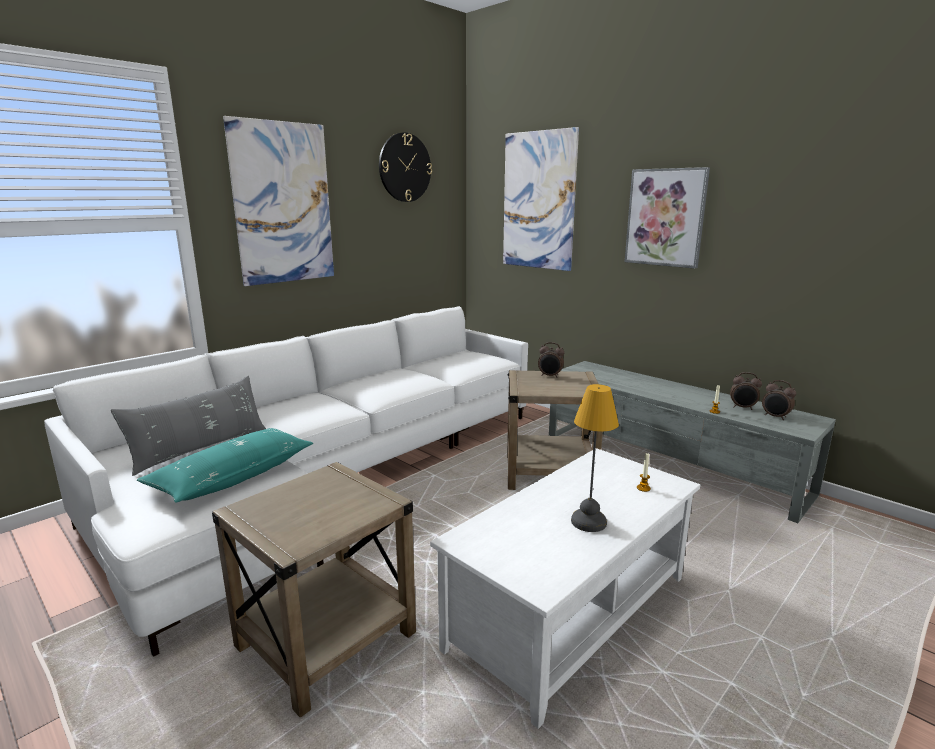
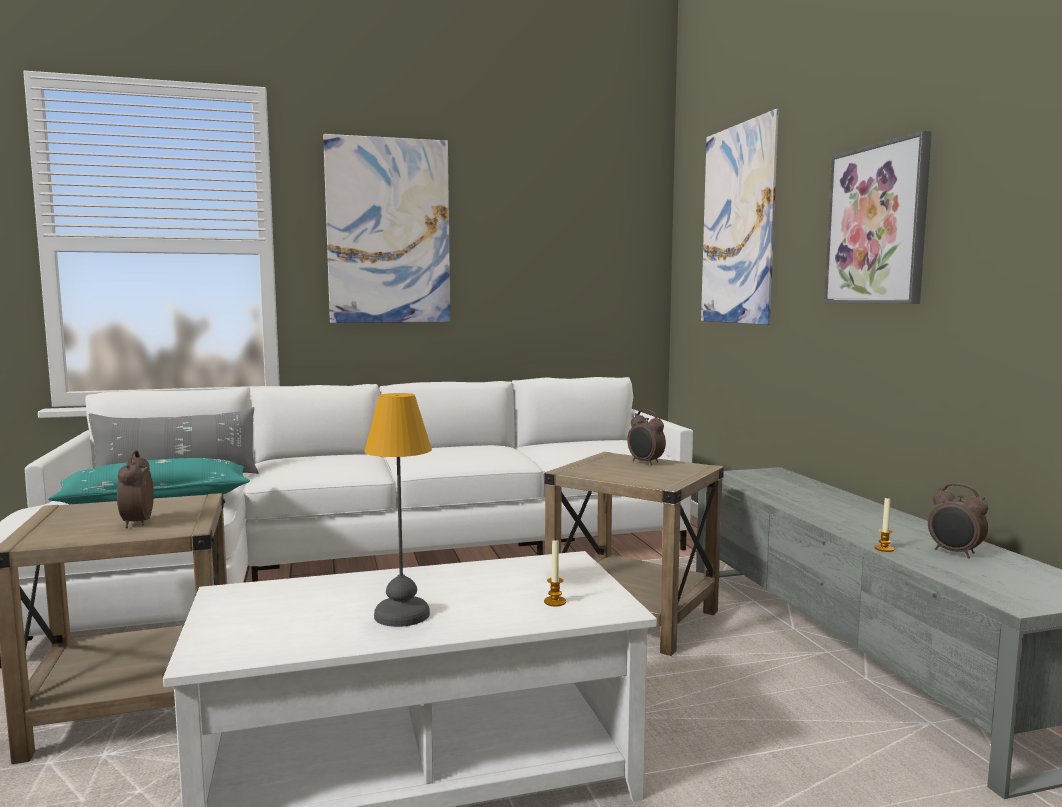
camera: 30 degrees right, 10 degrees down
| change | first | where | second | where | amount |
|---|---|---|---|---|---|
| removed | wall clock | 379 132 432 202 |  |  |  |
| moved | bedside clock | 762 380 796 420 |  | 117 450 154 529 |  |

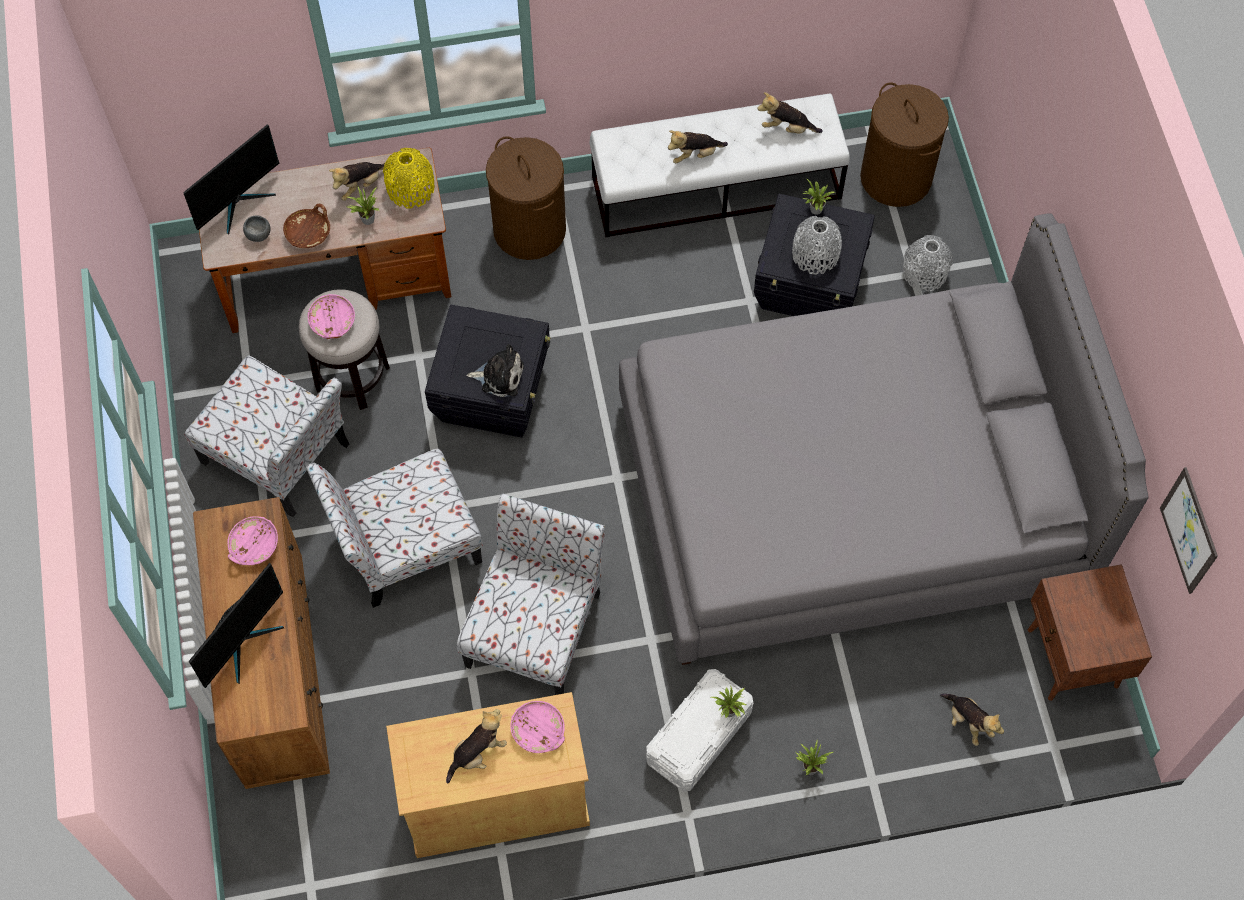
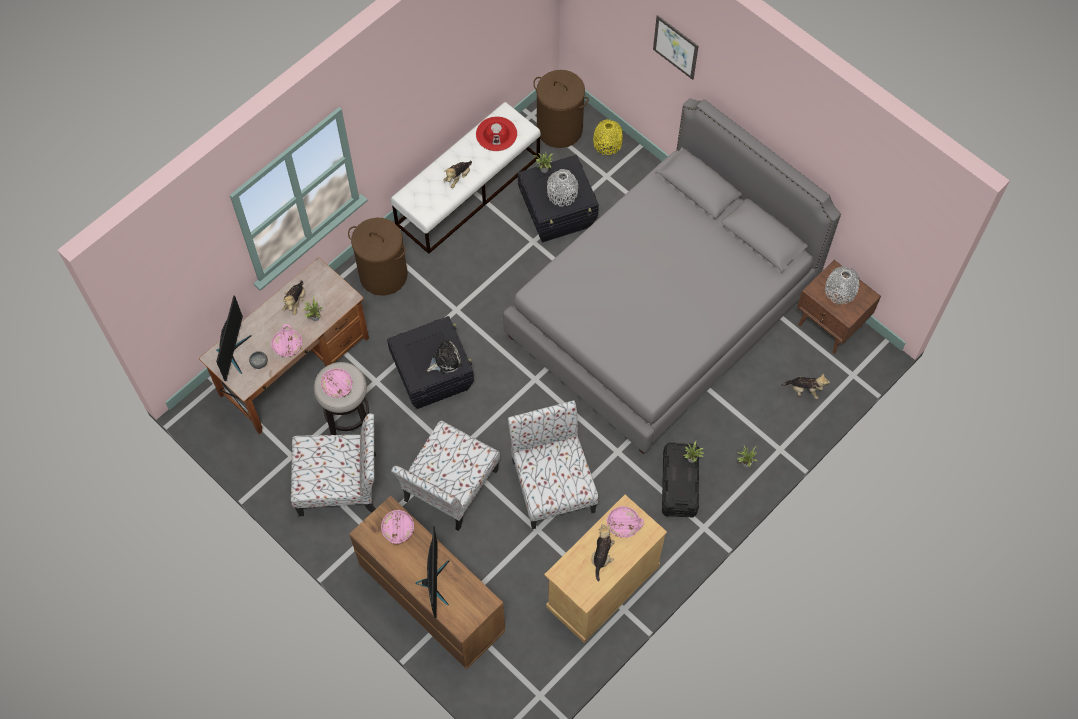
camera: 35 degrees left, 0 degrees up
| change | first | where | second | where | amount |
|---|---|---|---|---|---|
| moved | yellow vase | 383 148 435 208 |  | 593 119 623 155 |  |
| moved | grey vase | 903 235 953 291 |  | 825 266 860 305 |  |
| moved | wall art | 1160 467 1218 594 |  | 653 15 699 80 |  |
| replaced | cuddly toy | 757 92 823 134 | red wearable hat | 476 116 517 151 |  |
| recoloured | brown deep dish | 283 204 330 248 | pinkish deep dish | 271 324 302 357 |  |
| recoloured | white storage box | 646 669 753 792 | blackish storage box | 662 442 700 517 |  |

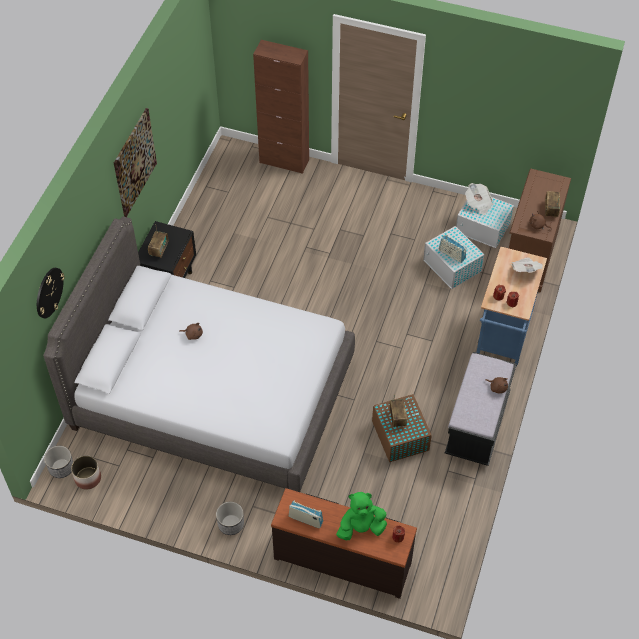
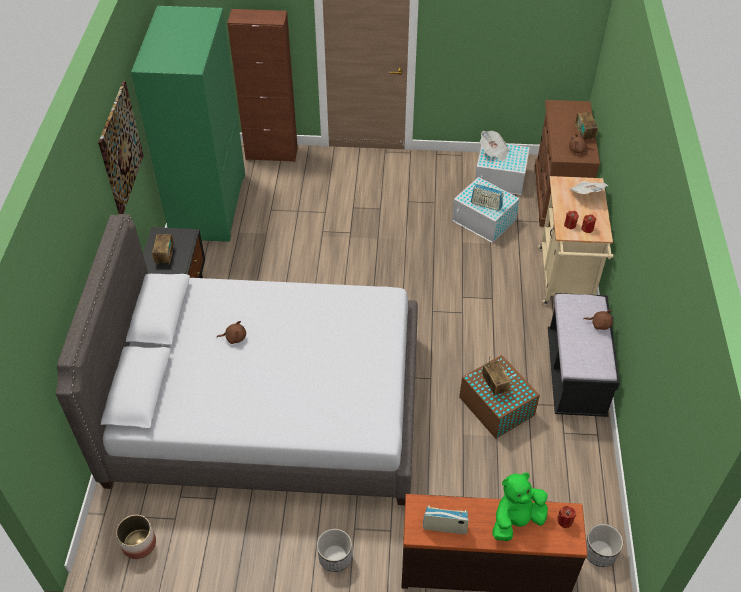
camera: 15 degrees left, 5 degrees down
| change | first | where | second | where | amount |
|---|---|---|---|---|---|
| removed | wall clock | 37 268 65 318 |  |  |  |
| added |  |  | green-coloured armoire | 131 6 245 242 |  |
| moved | planter | 44 446 73 478 |  | 586 524 623 567 |  |
| recoloured | blue-coloured trolley | 475 247 547 367 | beige trolley | 538 176 613 305 |  |

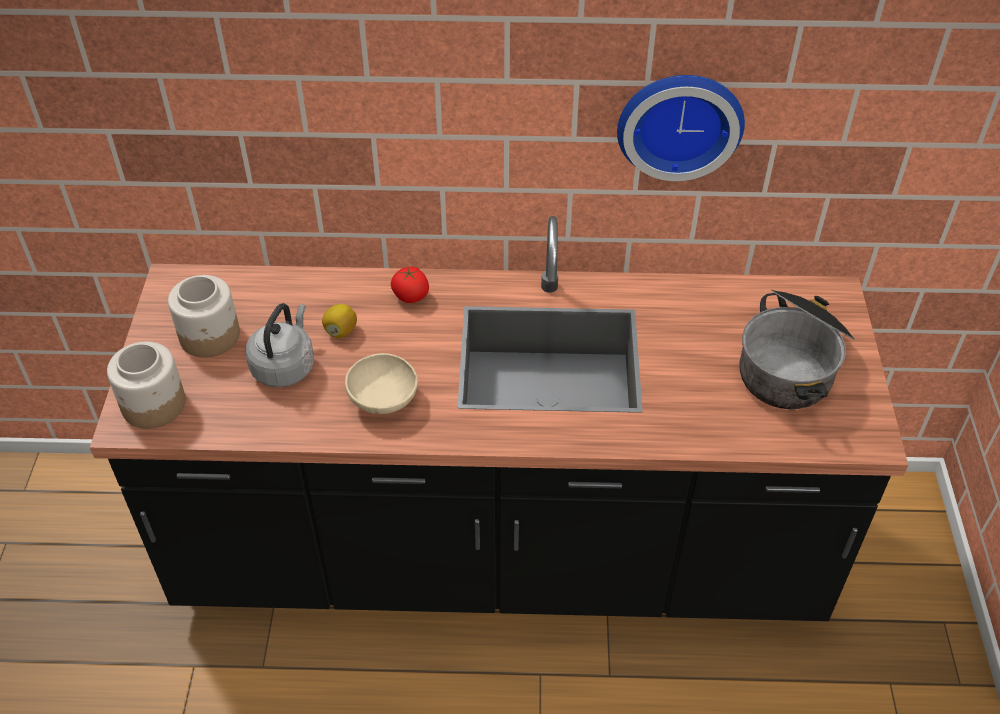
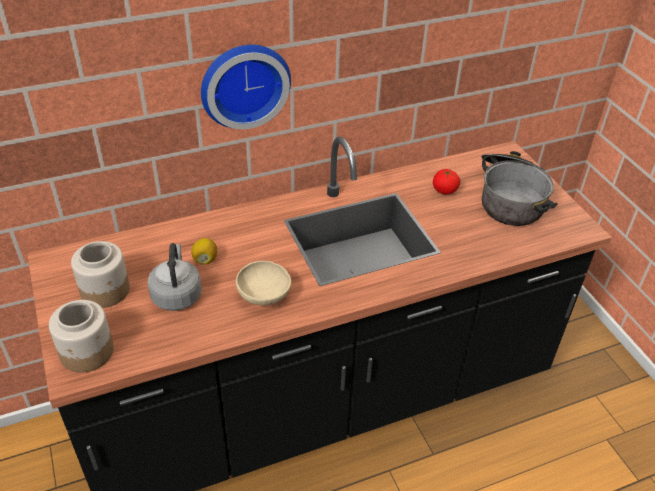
camera: 25 degrees left, 5 degrees down
| change | first | where | second | where | amount |
|---|---|---|---|---|---|
| moved | fresh tomato | 391 266 429 303 |  | 433 169 460 194 |  |
| moved | wall clock | 617 75 745 181 |  | 201 45 291 129 |  |

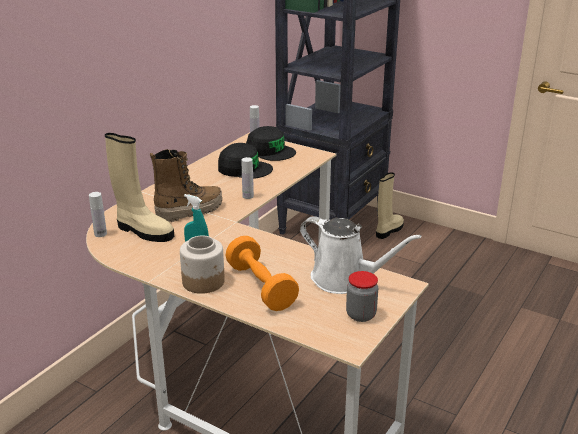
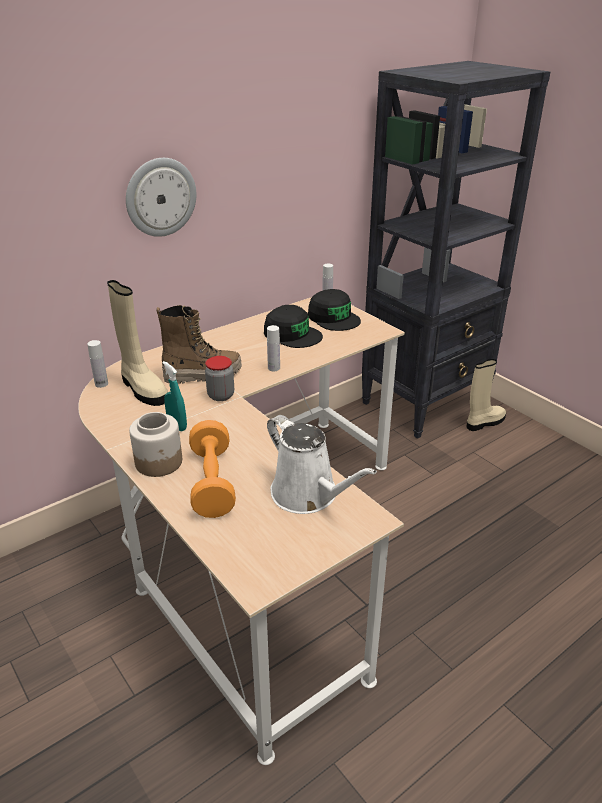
camera: 20 degrees right, 5 degrees up
| change | first | where | second | where | amount |
|---|---|---|---|---|---|
| added |  |  | wall clock | 126 158 196 237 |  |
| moved | preserve jar | 346 271 378 322 |  | 205 356 234 401 |  |

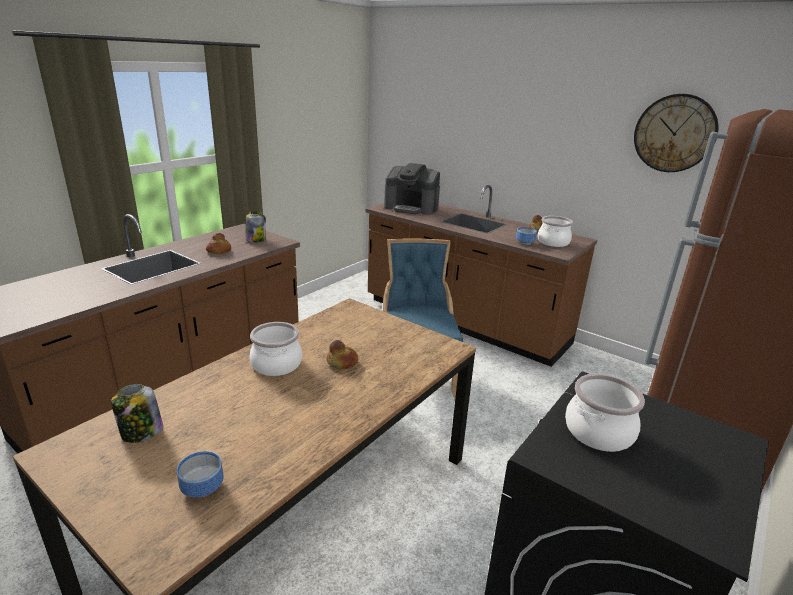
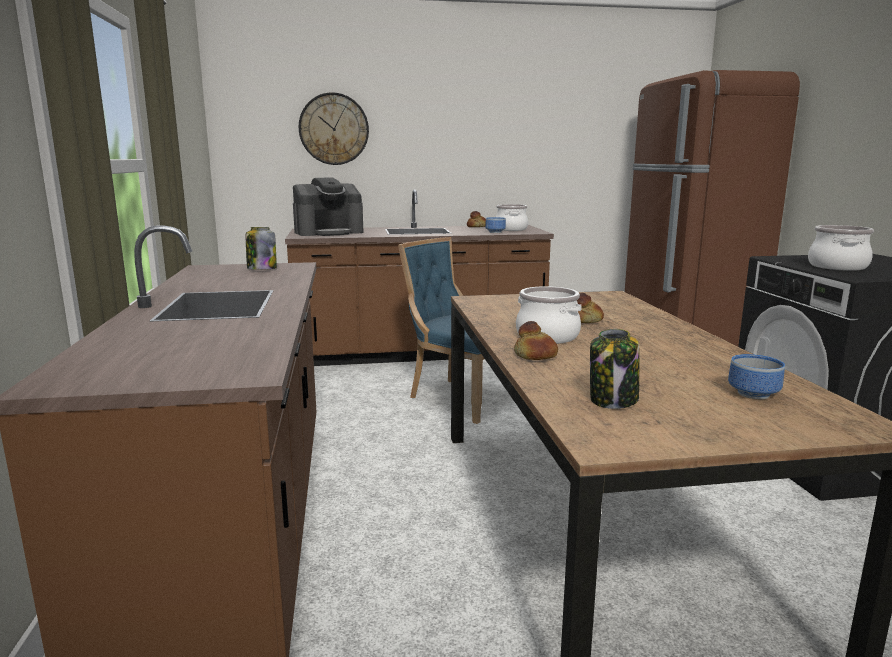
camera: 45 degrees left, 10 degrees down
| change | first | where | second | where | amount |
|---|---|---|---|---|---|
| moved | baked bread | 206 233 231 254 |  | 514 321 558 360 |  |
| moved | wall clock | 634 94 718 172 |  | 299 92 369 165 |  |

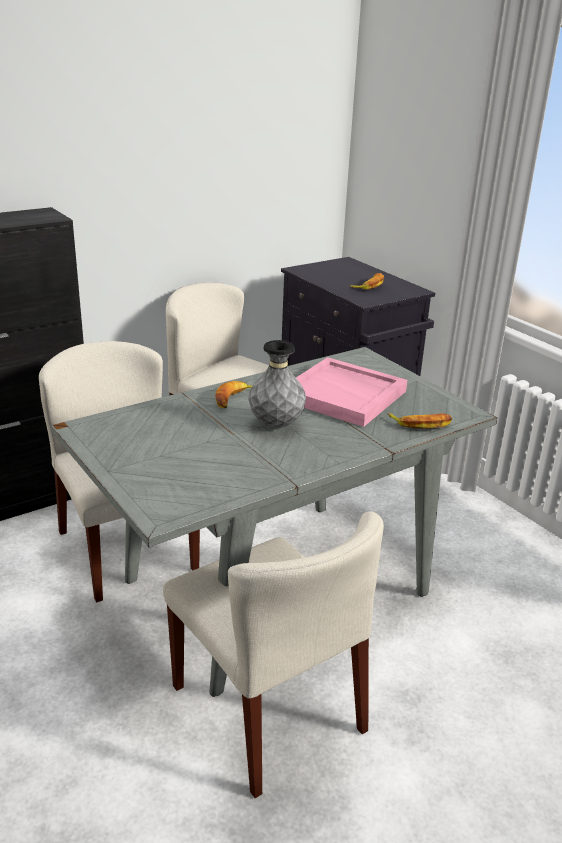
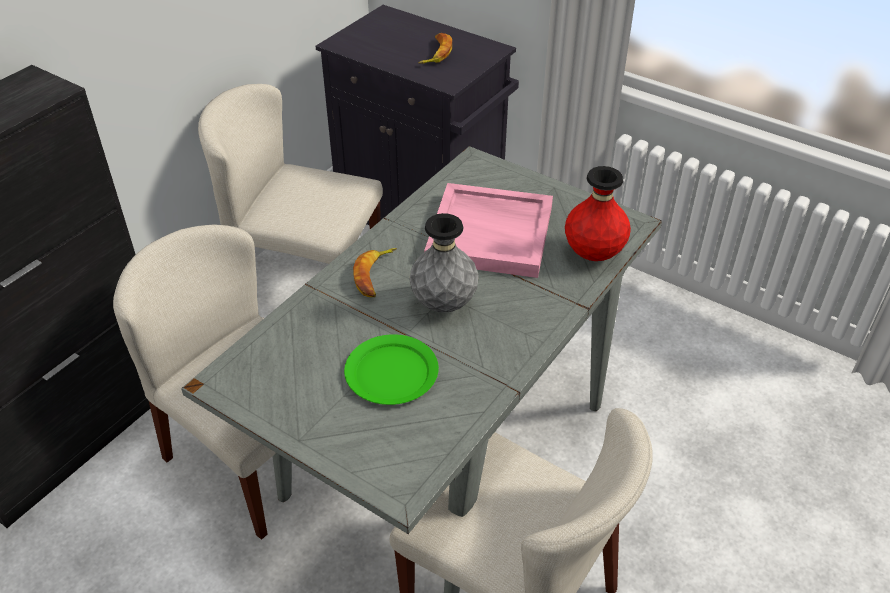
camera: 20 degrees left, 15 degrees up
| change | first | where | second | where | amount |
|---|---|---|---|---|---|
| added |  |  | green-coloured flat dish | 344 334 439 405 |  |
| replaced | banana fruit | 387 413 452 429 | red vase | 565 166 631 261 |  |

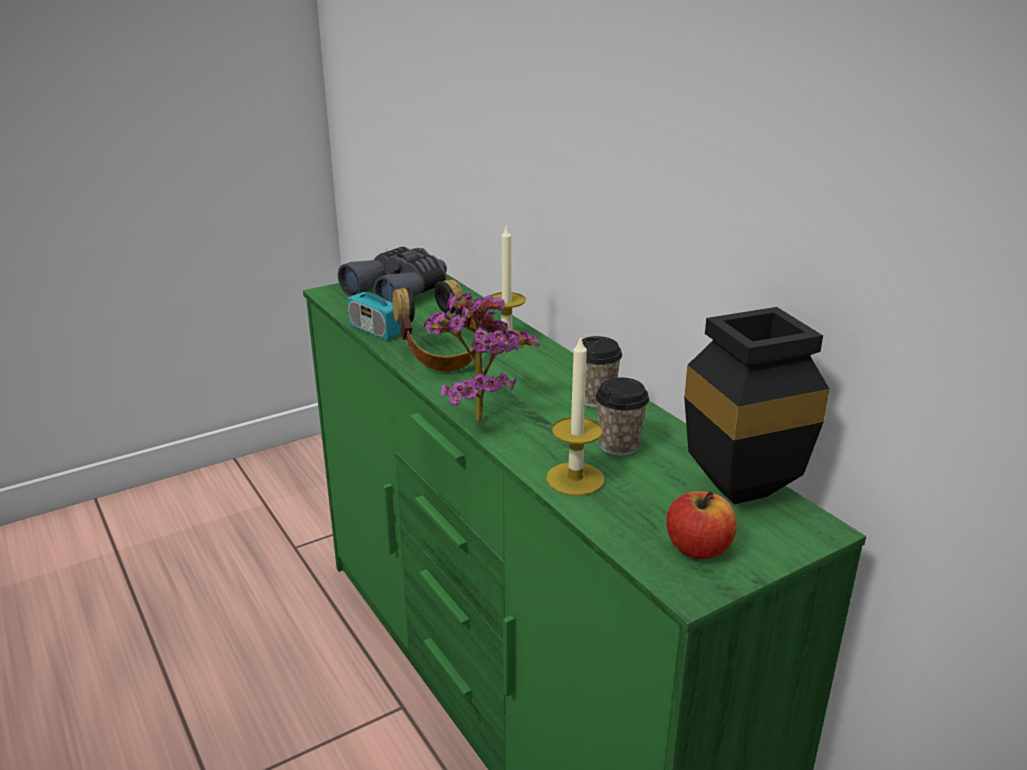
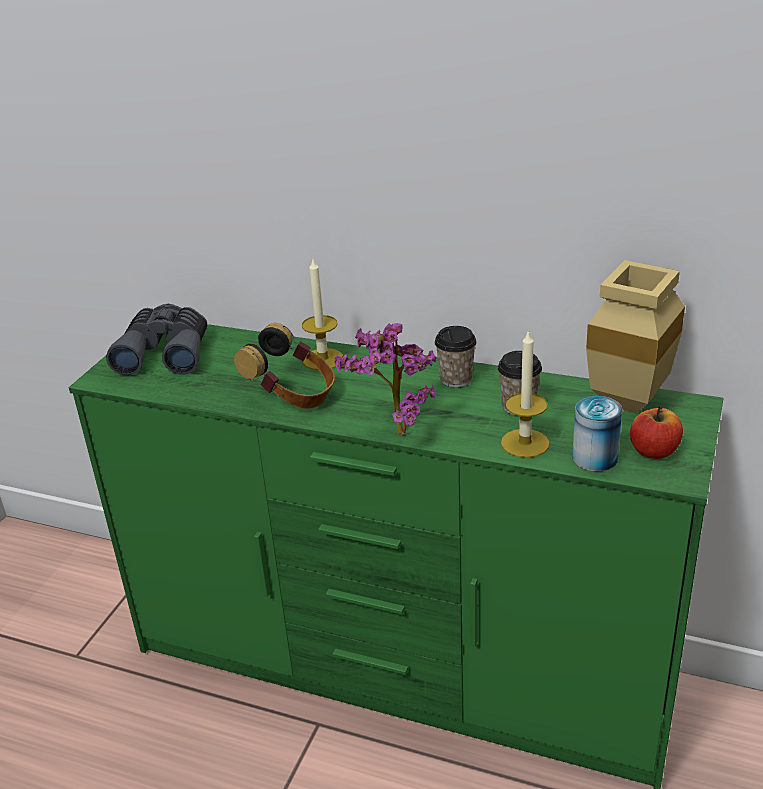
camera: 35 degrees left, 5 degrees up
| change | first | where | second | where | amount |
|---|---|---|---|---|---|
| removed | radio set | 347 247 402 340 |  |  |  |
| added |  |  | metal can | 572 396 622 471 |  |
| recoloured | blackish vase | 684 307 830 504 | beige vase | 586 260 685 413 |  |

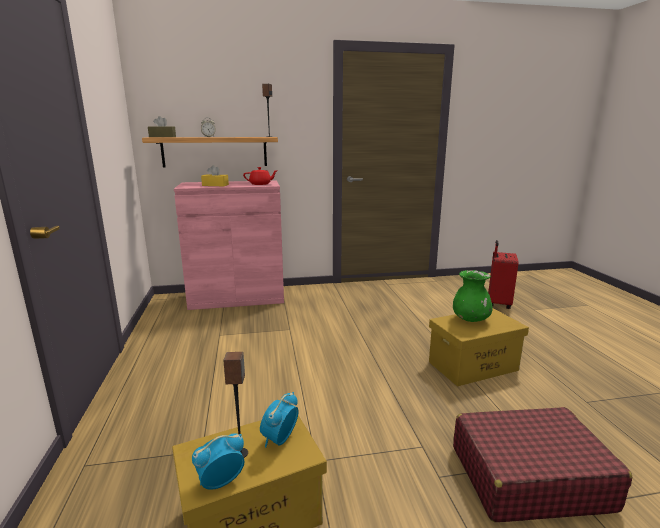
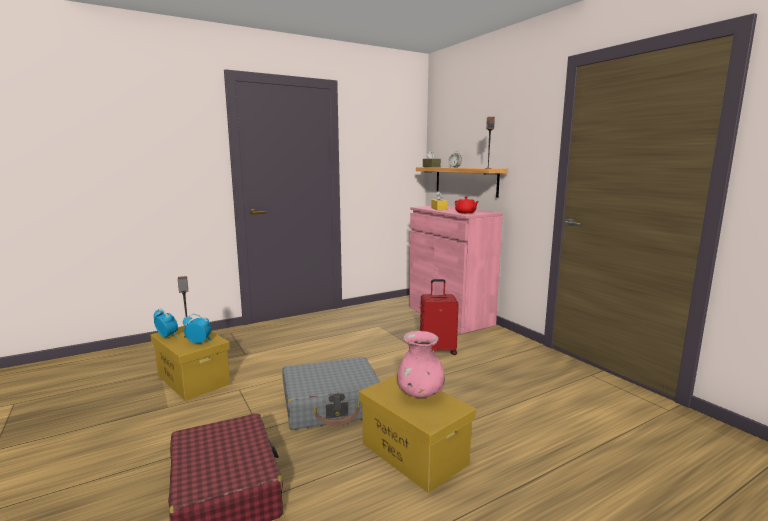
camera: 70 degrees right, 5 degrees down
| change | first | where | second | where | amount |
|---|---|---|---|---|---|
| added |  |  | grey suitcase | 282 357 380 430 |  |
| moved | red suitcase | 488 240 519 309 |  | 420 279 459 355 |  |
| recoloured | green-coloured vase | 453 270 493 322 | pinkish vase | 397 331 445 398 |  |

